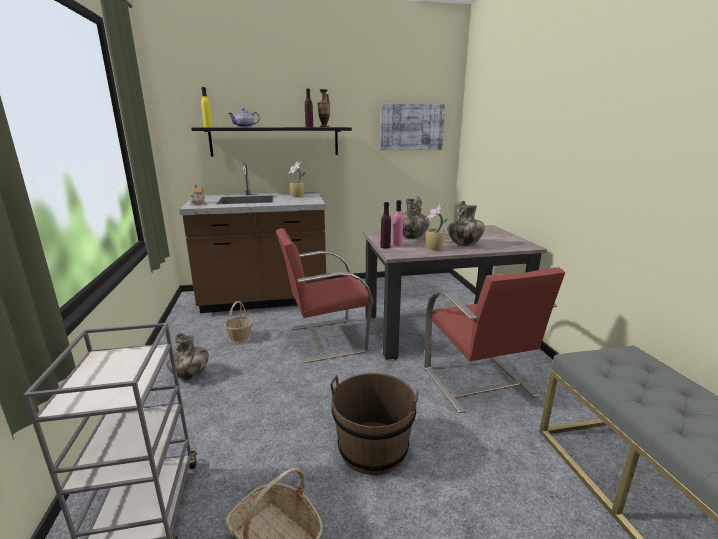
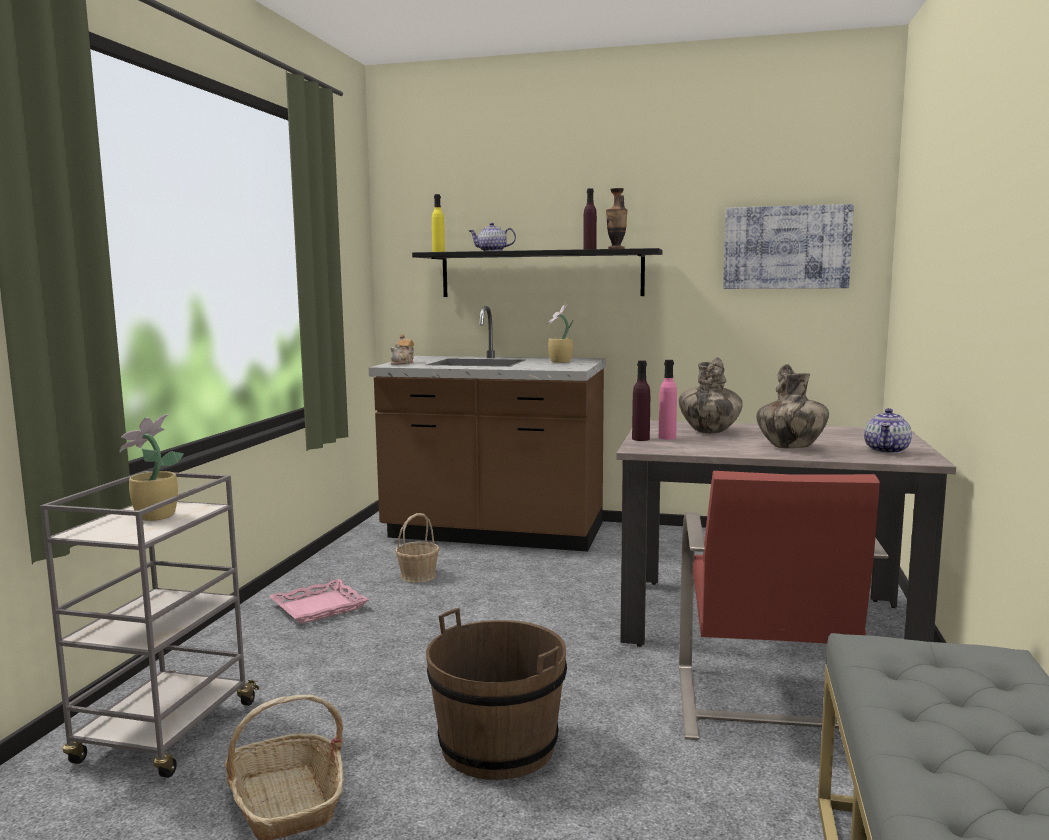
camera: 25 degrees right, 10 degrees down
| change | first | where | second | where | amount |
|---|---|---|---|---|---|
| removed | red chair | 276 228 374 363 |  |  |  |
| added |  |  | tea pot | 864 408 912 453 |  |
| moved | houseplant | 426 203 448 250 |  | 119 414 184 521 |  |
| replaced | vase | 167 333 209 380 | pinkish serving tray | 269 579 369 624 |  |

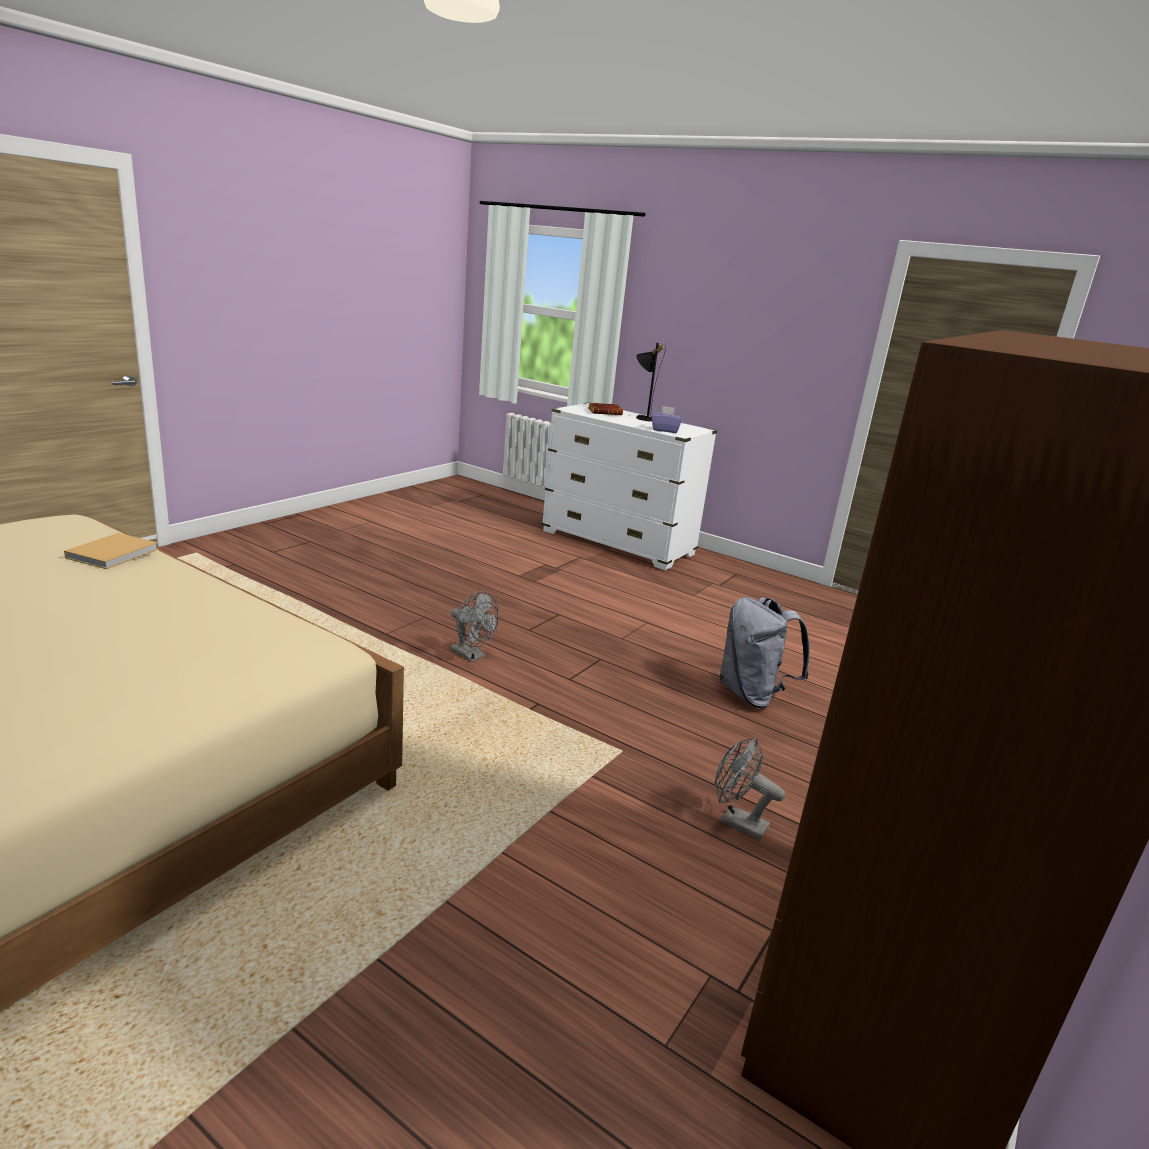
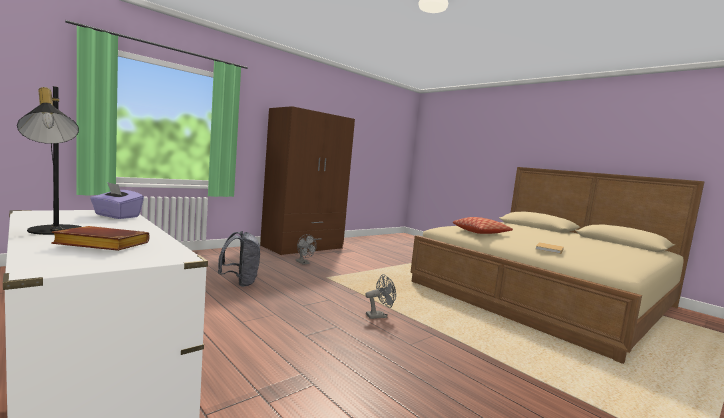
camera: 165 degrees left, 15 degrees down
| change | first | where | second | where | amount |
|---|---|---|---|---|---|
| added |  |  | throw pillow | 453 217 513 234 |  |
| turned | grey fan | 450 591 499 662 |  | 365 274 396 319 | 105 degrees clockwise |

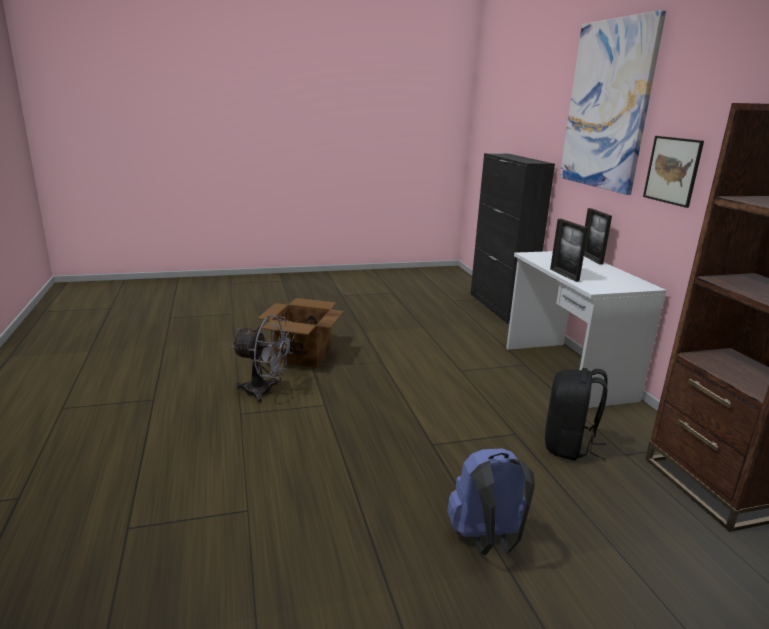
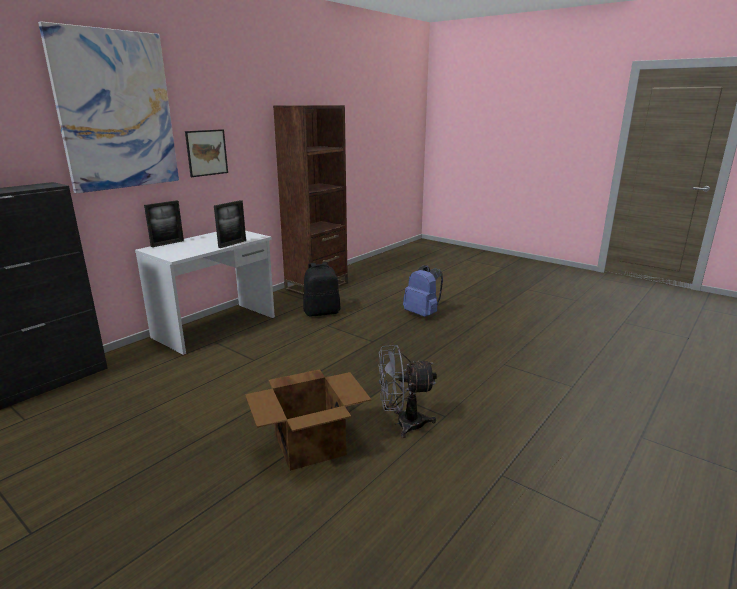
camera: 125 degrees left, 0 degrees up
| change | first | where | second | where | amount |
|---|---|---|---|---|---|
| turned | grey fan | 231 315 295 403 |  | 378 345 437 438 | 75 degrees counterclockwise |

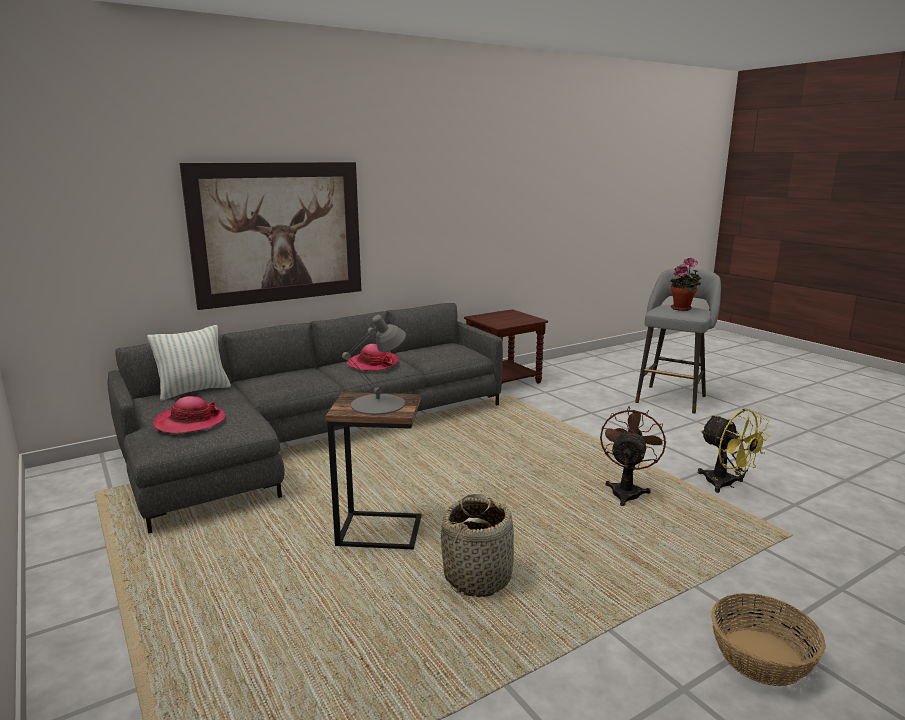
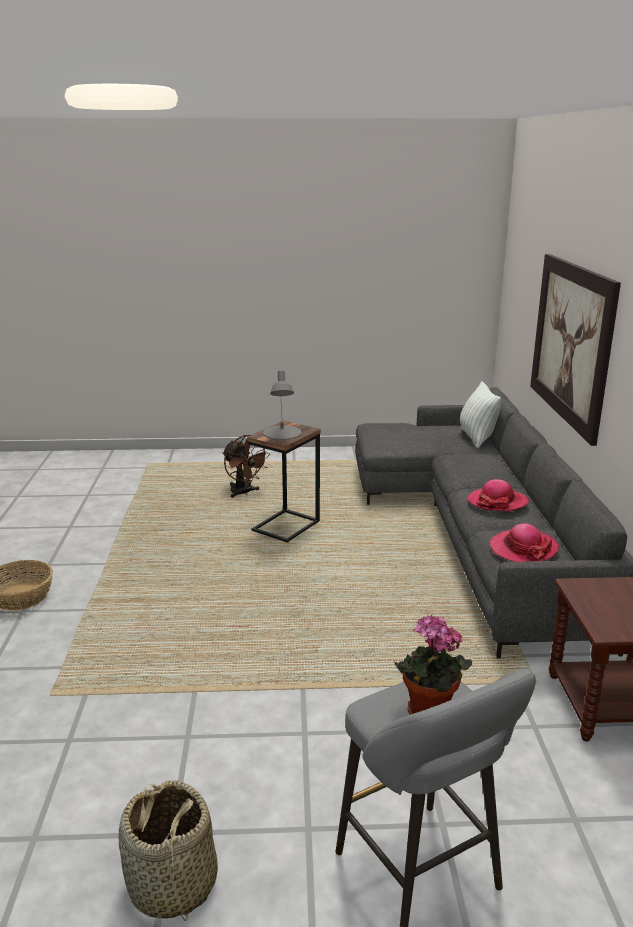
camera: 120 degrees right, 5 degrees up
| change | first | where | second | where | amount |
|---|---|---|---|---|---|
| removed | yellow fan | 698 409 770 493 |  |  |  |
| moved | wearable hat | 153 396 226 434 |  | 490 523 559 562 |  |
| moved | basket | 441 494 514 597 |  | 119 780 218 921 |  |
| moved | brown fan | 600 406 666 506 |  | 222 435 269 498 |  |

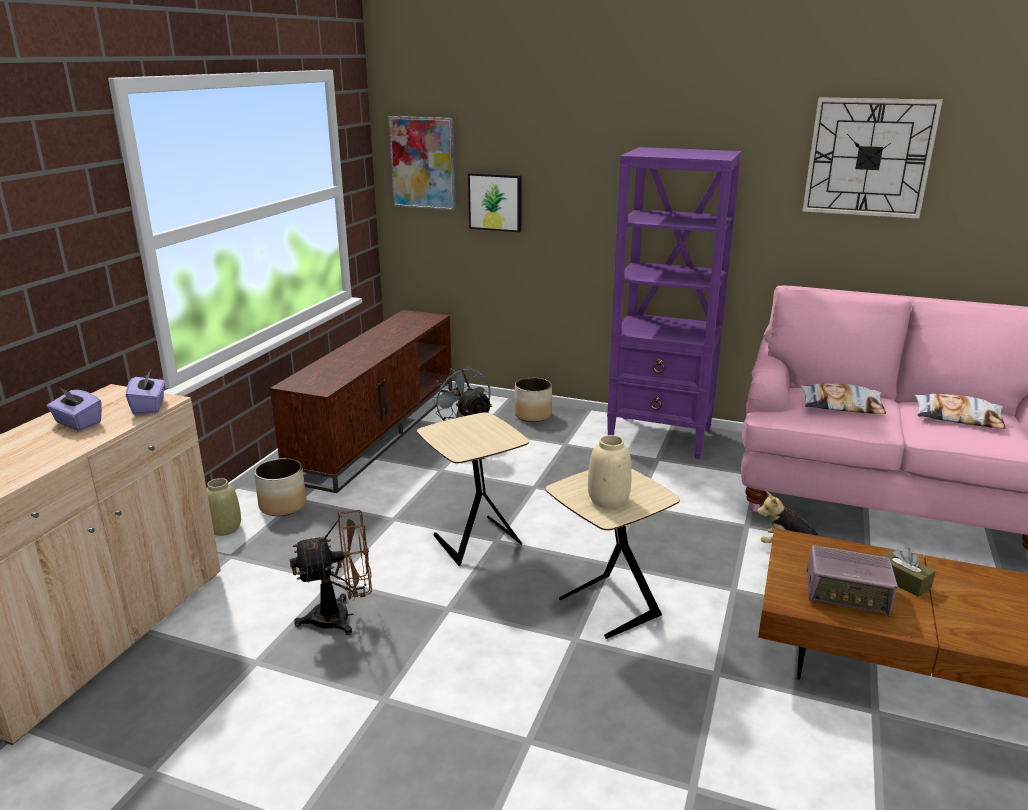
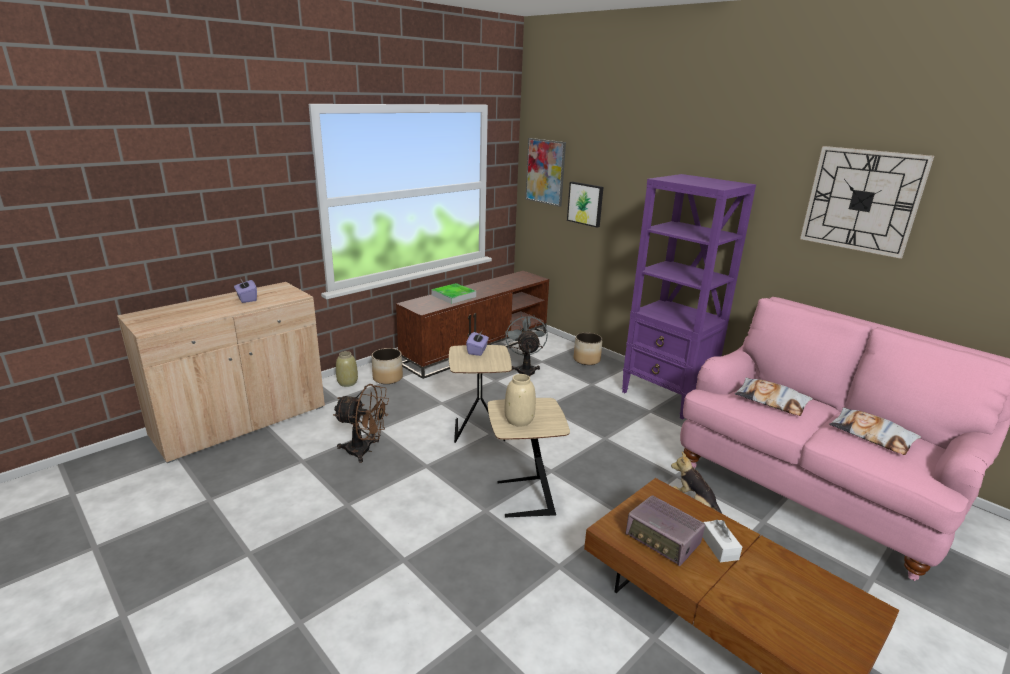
camera: 25 degrees right, 0 degrees up
| change | first | where | second | where | amount |
|---|---|---|---|---|---|
| added |  |  | serving tray | 431 283 476 304 |  |
| moved | purple-coloured box of tissues | 126 370 165 415 |  | 466 331 489 356 |  |
| recoloured | brown box of tissues | 881 548 936 597 | white box of tissues | 703 519 742 562 |  |

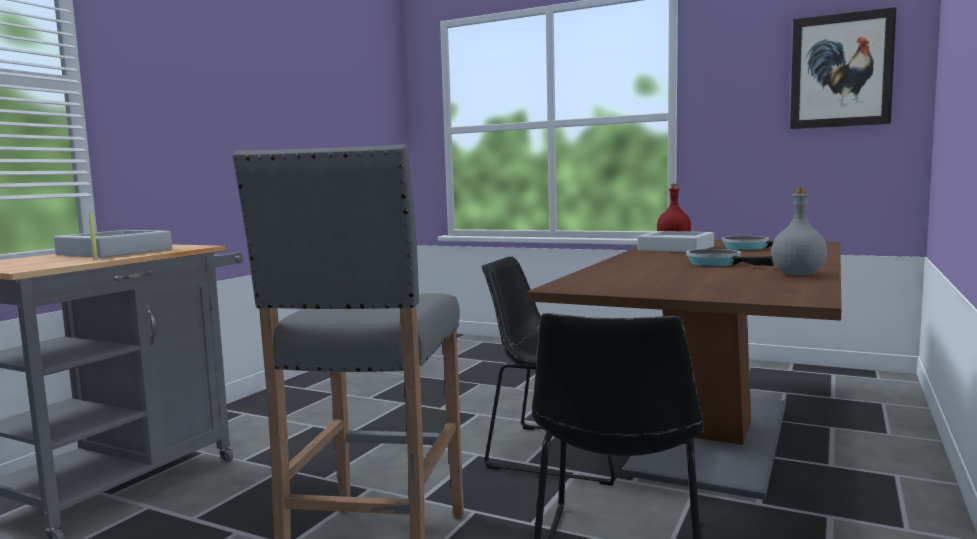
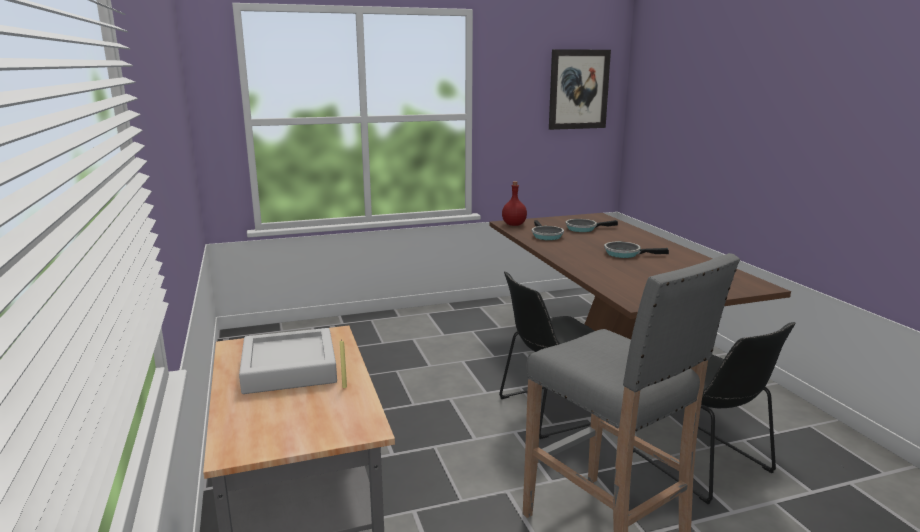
camera: 45 degrees left, 10 degrees up
| change | first | where | second | where | amount |
|---|---|---|---|---|---|
| removed | grey beverage bottle | 771 187 827 276 |  |  |  |
| replaced | grey serving tray | 638 231 714 252 | frying pan | 532 220 564 240 |  |

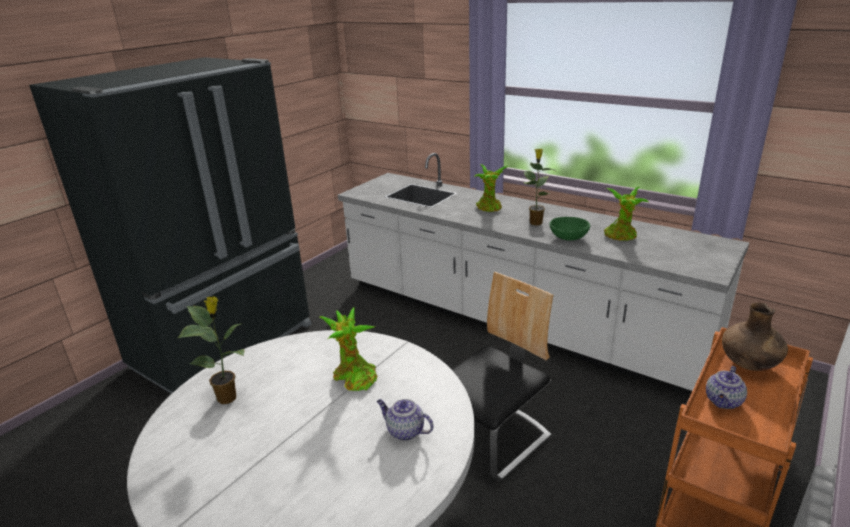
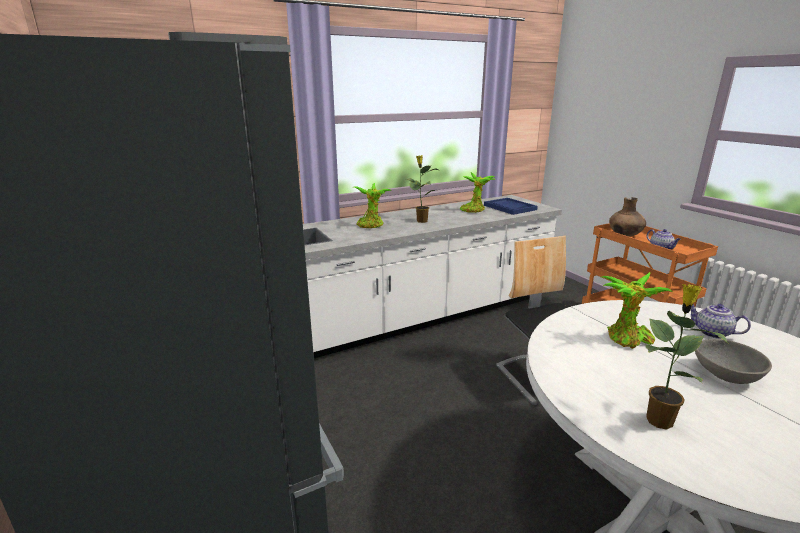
camera: 65 degrees left, 5 degrees down
| change | first | where | second | where | amount |
|---|---|---|---|---|---|
| removed | green-coloured deep dish | 550 217 590 241 |  |  |  |
| added |  |  | blue-coloured serving tray | 484 198 538 215 |  |
| added |  |  | grey deep dish | 695 339 772 384 |  |
| turned | tea pot | 377 399 433 441 |  | 691 304 751 339 | 75 degrees clockwise |

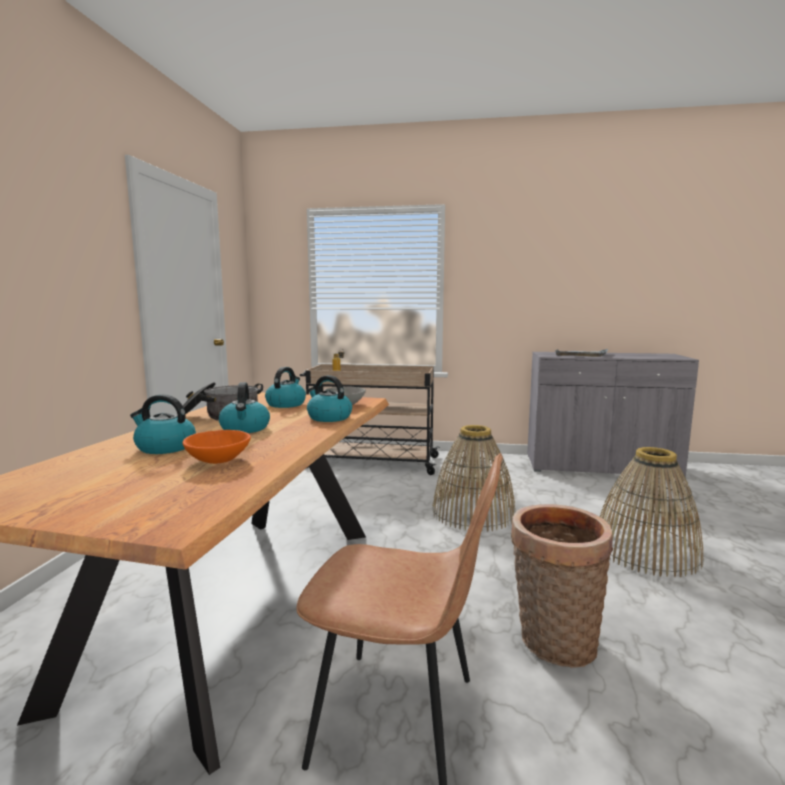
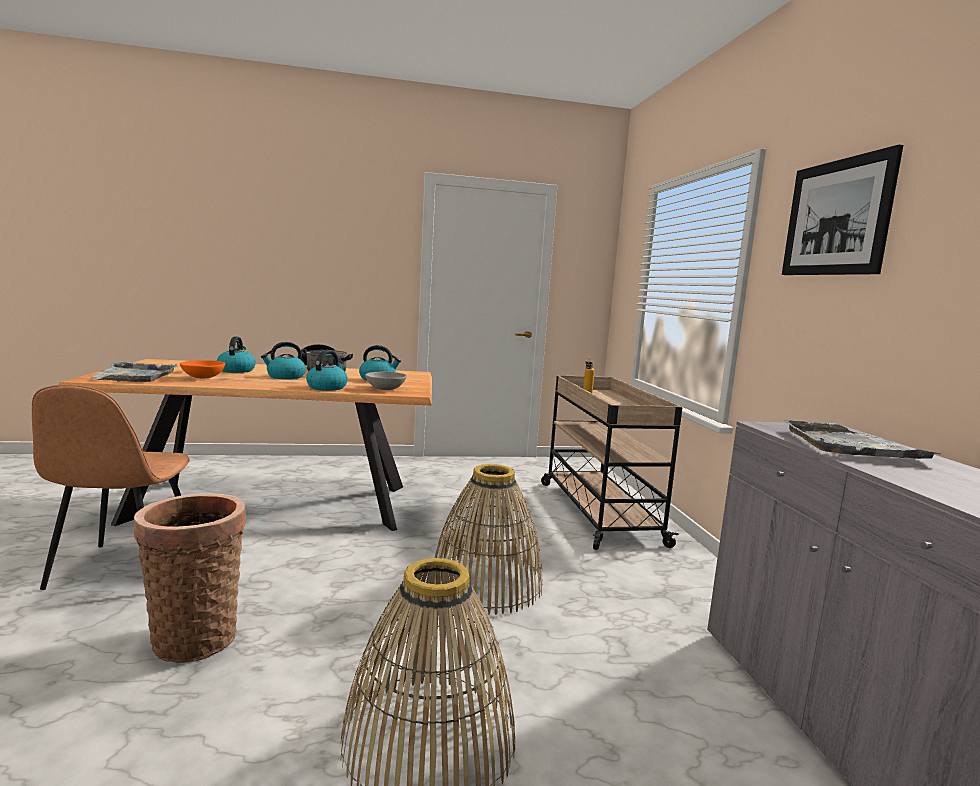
camera: 70 degrees right, 0 degrees up
| change | first | where | second | where | amount |
|---|---|---|---|---|---|
| added |  |  | grey serving tray | 89 362 177 382 |  |
| added |  |  | wall art | 782 144 903 275 |  |

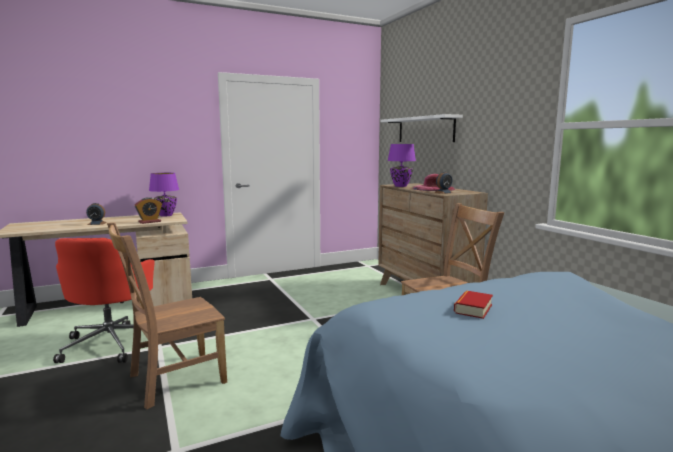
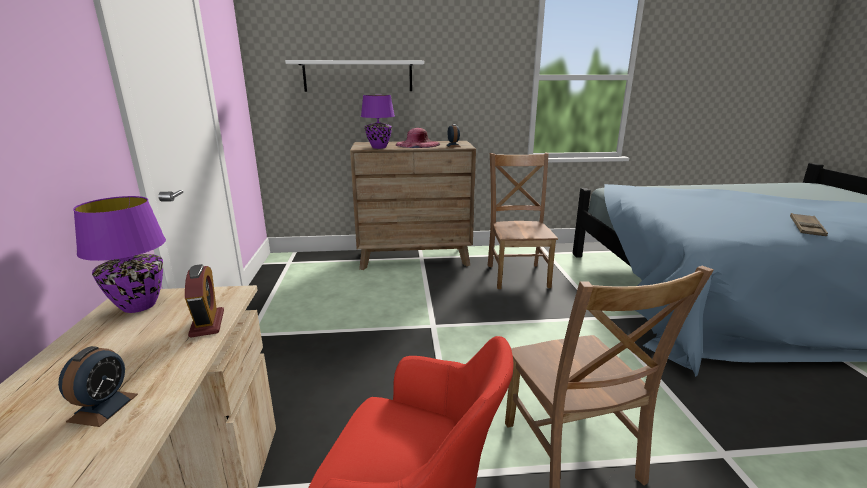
camera: 70 degrees left, 10 degrees up
| change | first | where | second | where | amount |
|---|---|---|---|---|---|
| removed | volume | 454 290 493 319 |  |  |  |
| added |  |  | brown serving tray | 790 213 828 236 |  |

